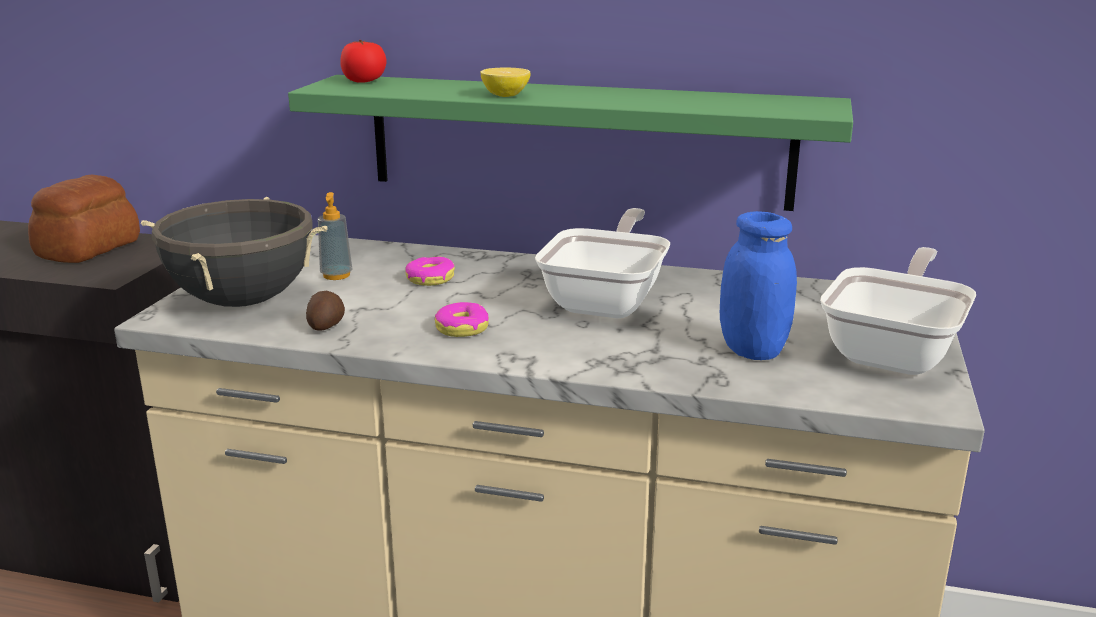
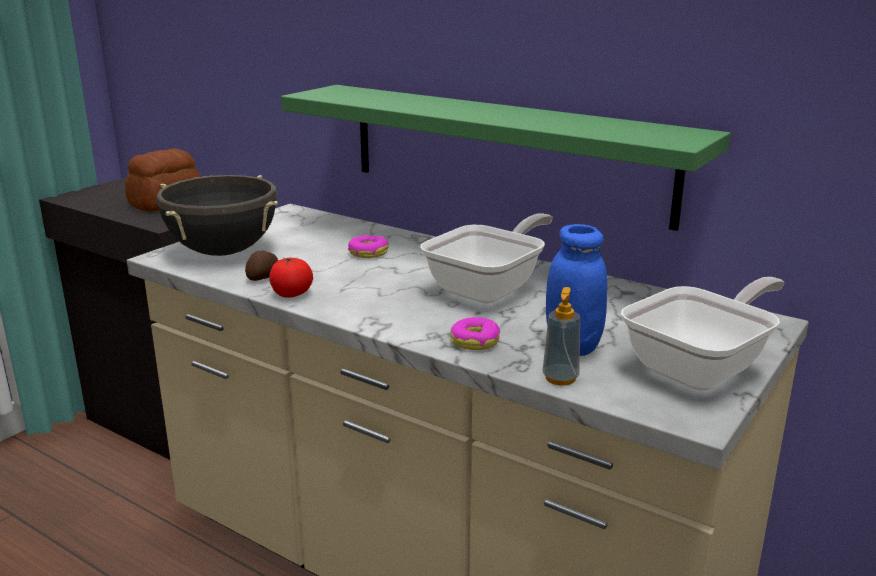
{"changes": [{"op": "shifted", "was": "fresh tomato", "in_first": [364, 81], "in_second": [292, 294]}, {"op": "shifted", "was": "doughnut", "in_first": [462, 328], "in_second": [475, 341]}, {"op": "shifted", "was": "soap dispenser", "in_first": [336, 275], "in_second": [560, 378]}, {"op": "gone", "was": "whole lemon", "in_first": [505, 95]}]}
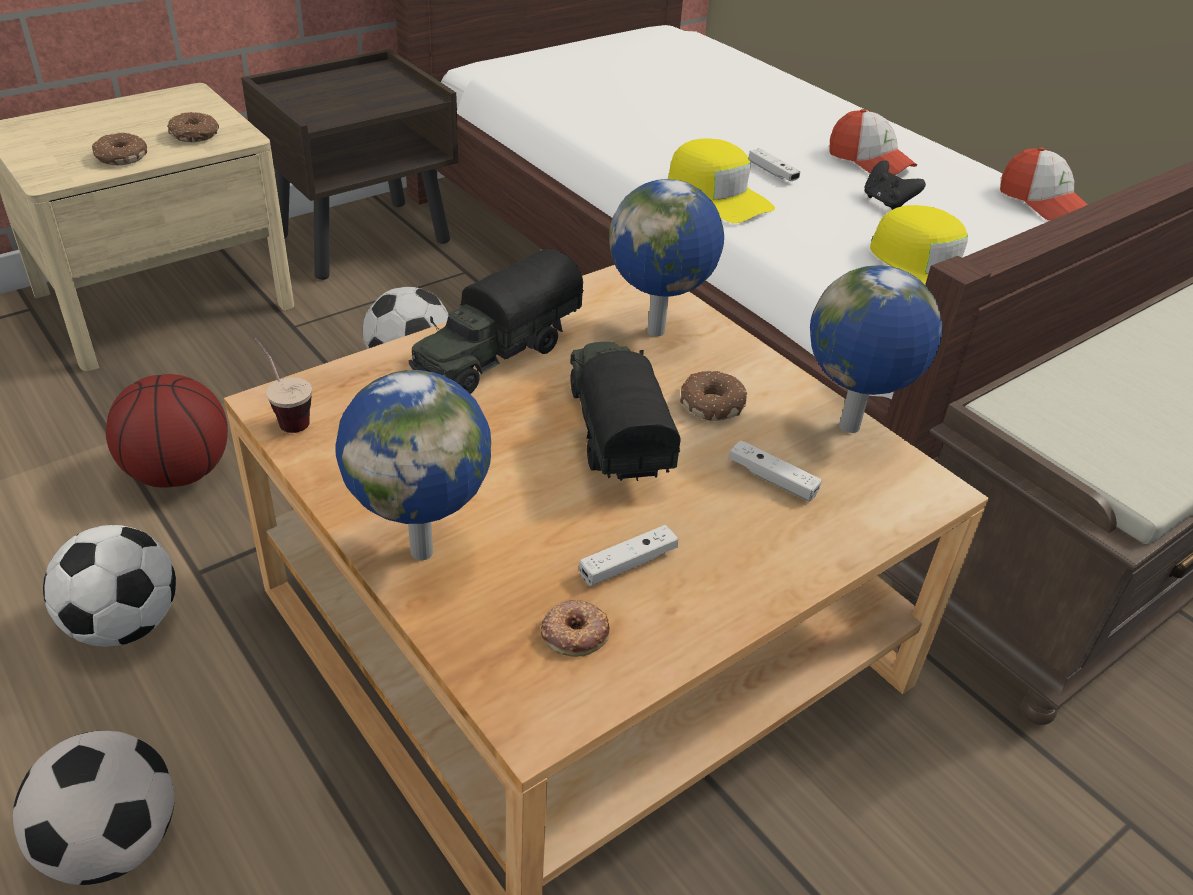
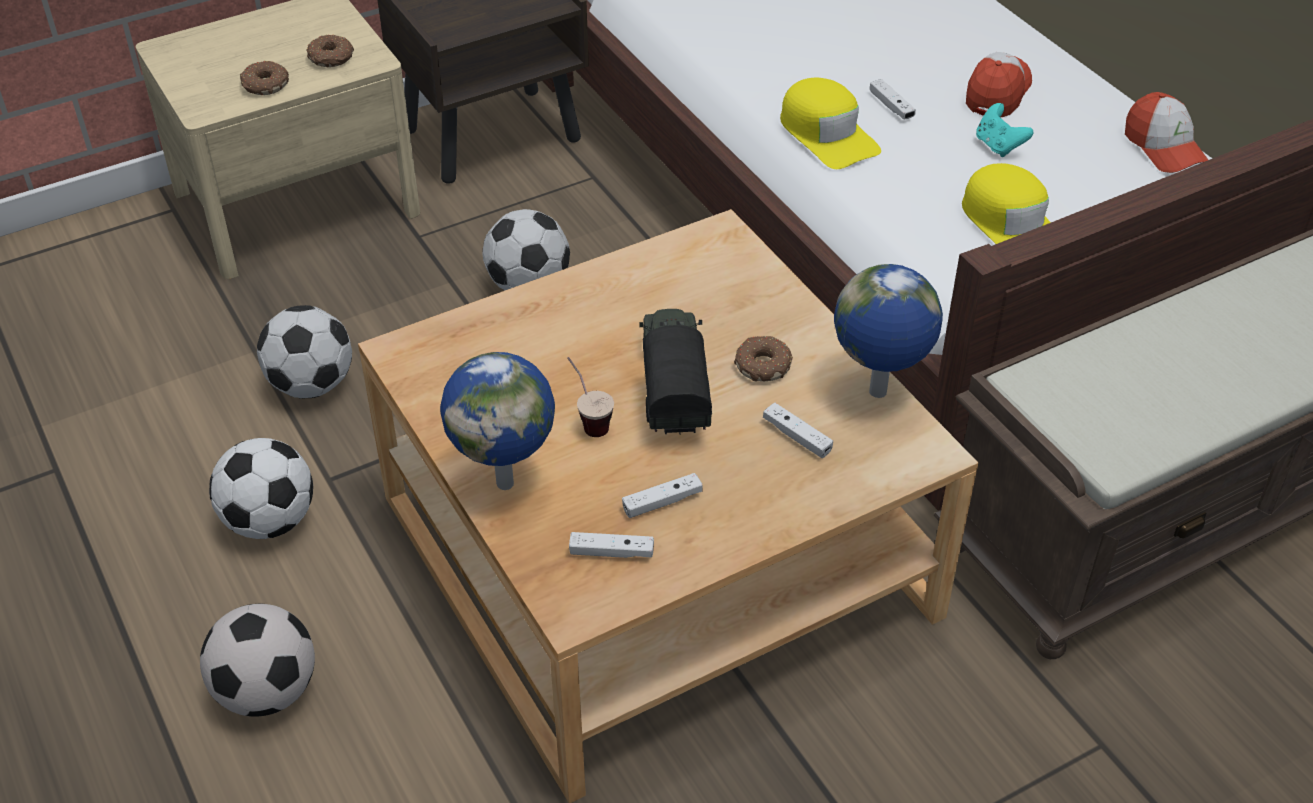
{"changes": [{"op": "swapped", "was": "ball for basketball", "now": "football", "in_first": [178, 472], "in_second": [311, 385]}, {"op": "shifted", "was": "small cup", "in_first": [285, 416], "in_second": [588, 420]}, {"op": "swapped", "was": "doughnut", "now": "gamepad (white)", "in_first": [574, 632], "in_second": [611, 552]}, {"op": "rotated", "was": "baseball cap", "in_first": [869, 161], "in_second": [997, 93], "clockwise": -120}, {"op": "repainted", "was": "gamepad (black-coloured)", "now": "gamepad (turquoise)", "in_first": [887, 202], "in_second": [998, 146]}, {"op": "gone", "was": "toy lorry", "in_first": [495, 356]}, {"op": "gone", "was": "globe", "in_first": [658, 332]}]}
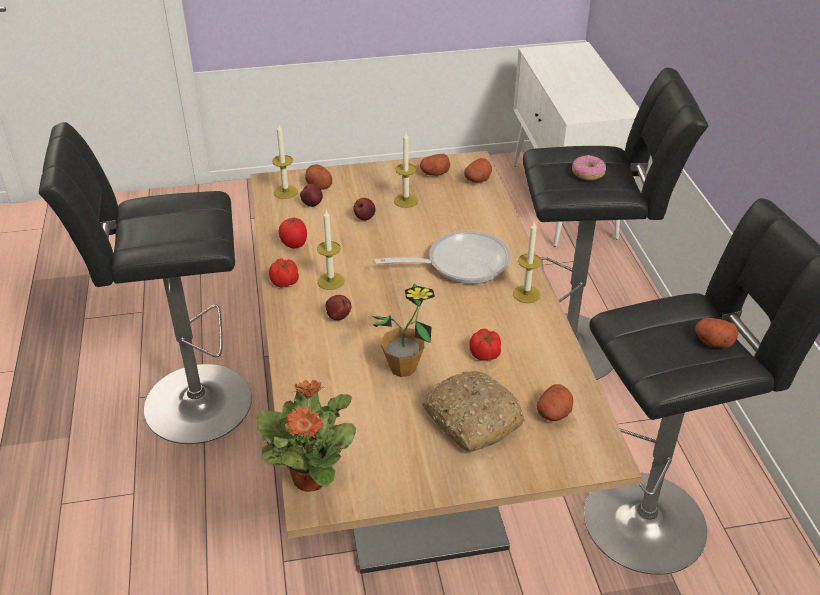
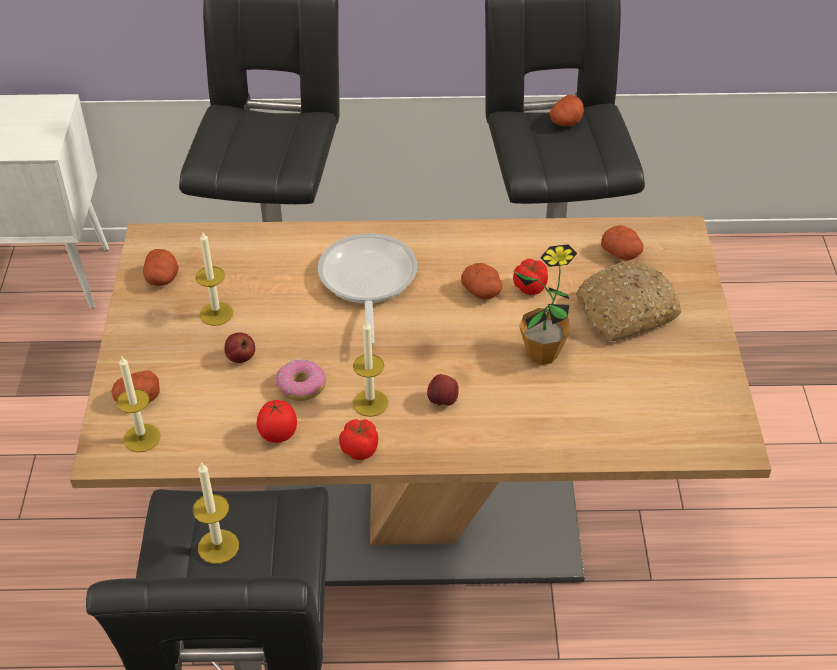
{"changes": [{"op": "shifted", "was": "candle", "in_first": [526, 294], "in_second": [218, 546]}, {"op": "shifted", "was": "doughnut", "in_first": [587, 173], "in_second": [301, 386]}, {"op": "shifted", "was": "potato", "in_first": [477, 179], "in_second": [482, 292]}, {"op": "gone", "was": "plant in a pot", "in_first": [311, 477]}, {"op": "gone", "was": "whole apple", "in_first": [312, 204]}]}
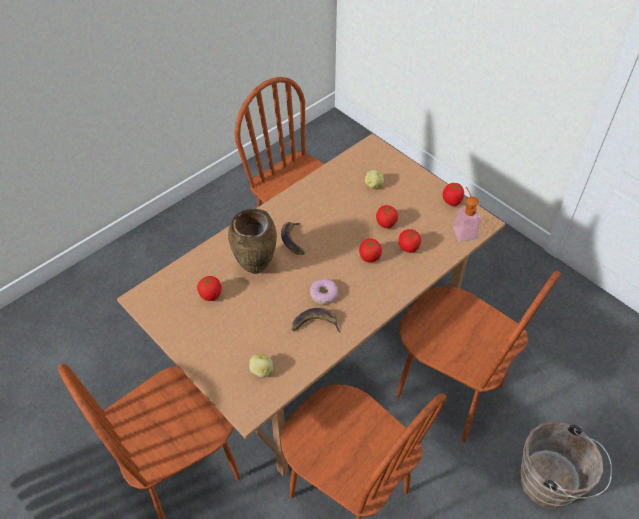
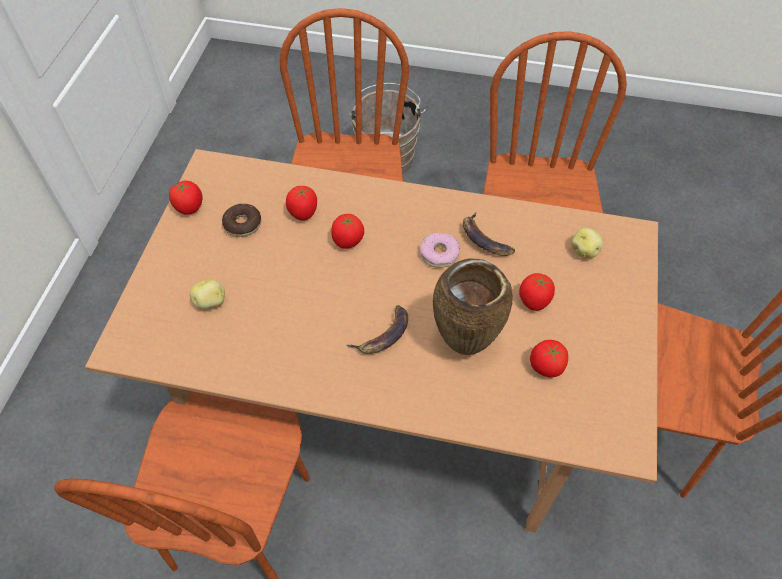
{"changes": [{"op": "new", "now": "doughnut", "in_second": [243, 224]}, {"op": "shifted", "was": "fresh tomato", "in_first": [385, 224], "in_second": [534, 301]}, {"op": "gone", "was": "soap dispenser", "in_first": [463, 230]}]}
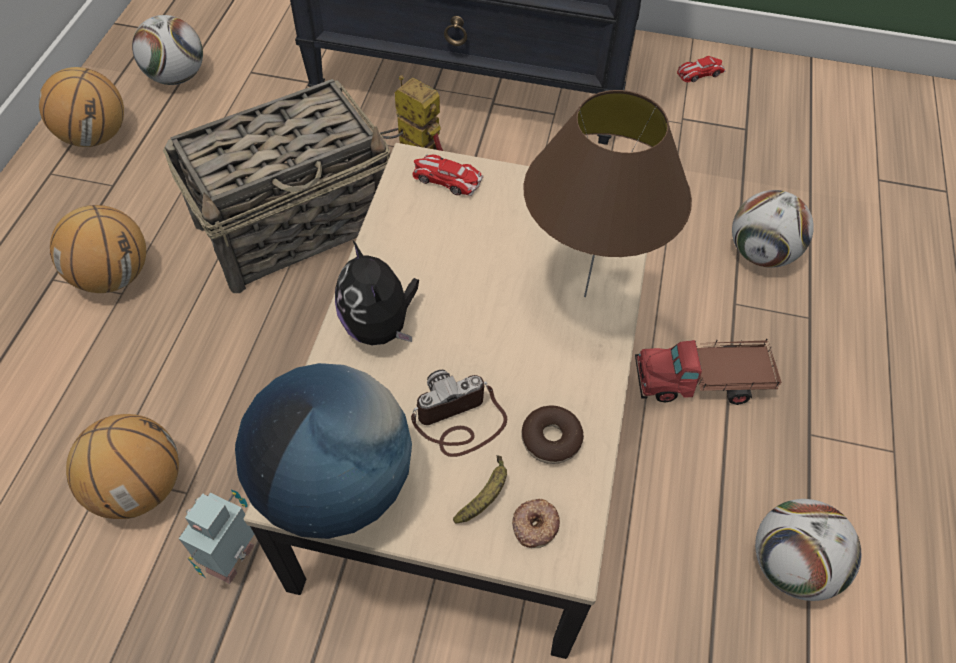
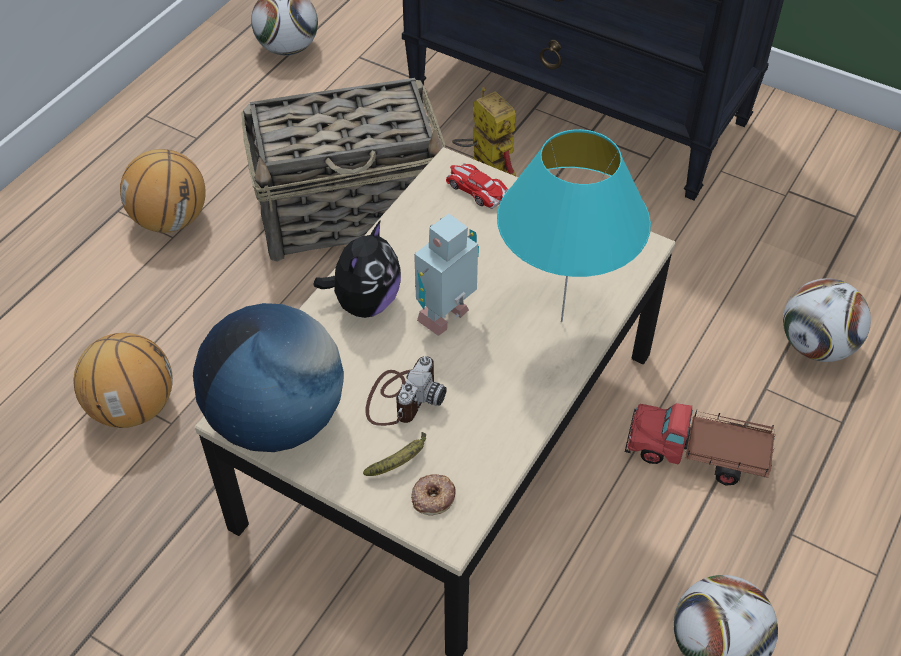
{"changes": [{"op": "rotated", "was": "soft toy", "in_first": [380, 326], "in_second": [365, 302], "clockwise": -150}, {"op": "rotated", "was": "photo camera", "in_first": [459, 421], "in_second": [402, 397], "clockwise": 120}, {"op": "shifted", "was": "robot figure", "in_first": [235, 559], "in_second": [447, 318]}, {"op": "repainted", "was": "tabletop lamp (brown-coloured)", "now": "tabletop lamp (turquoise)", "in_first": [584, 296], "in_second": [561, 321]}, {"op": "gone", "was": "ball for basketball", "in_first": [96, 136]}, {"op": "gone", "was": "doughnut", "in_first": [551, 439]}, {"op": "gone", "was": "toy car", "in_first": [699, 73]}]}
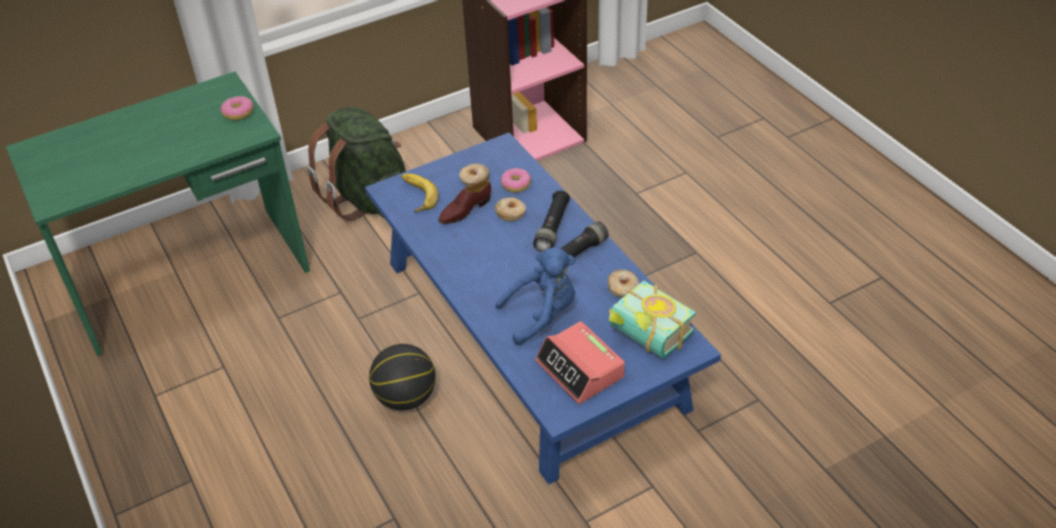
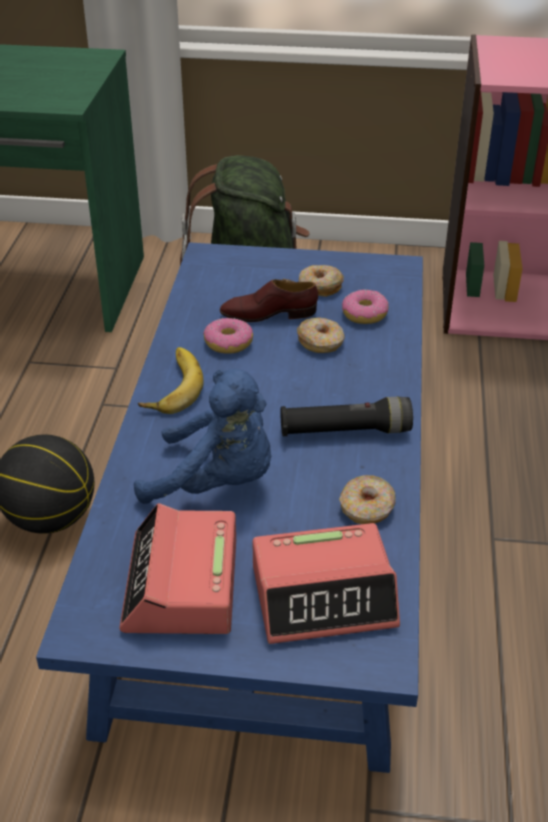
{"changes": [{"op": "shifted", "was": "whole banana", "in_first": [415, 196], "in_second": [170, 386]}, {"op": "shifted", "was": "doughnut", "in_first": [238, 112], "in_second": [229, 343]}, {"op": "swapped", "was": "volume", "now": "alarm clock", "in_first": [645, 337], "in_second": [324, 596]}, {"op": "gone", "was": "flashlight (black-coloured)", "in_first": [552, 228]}]}
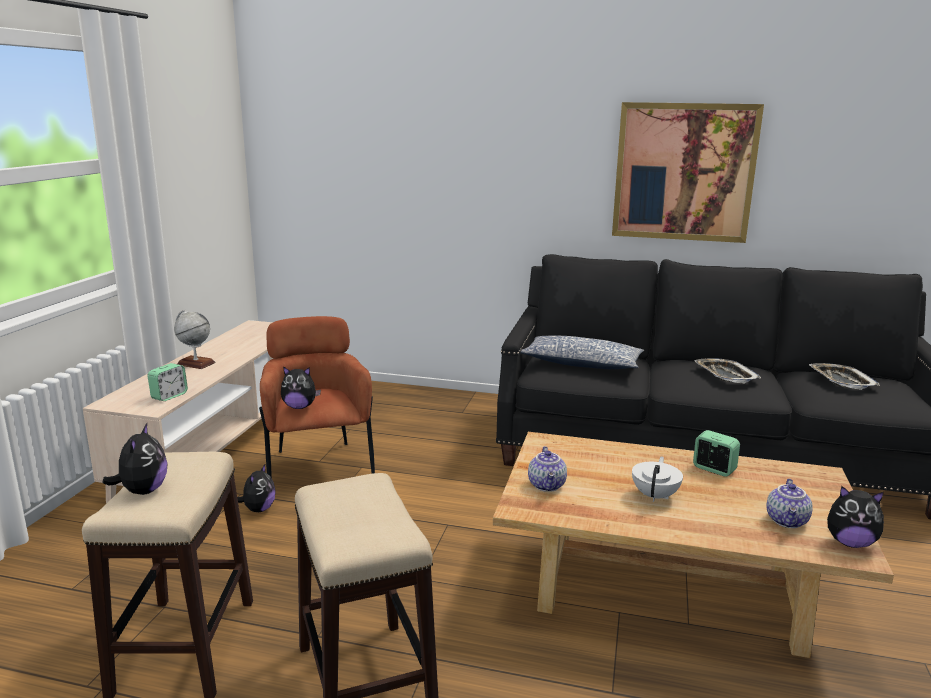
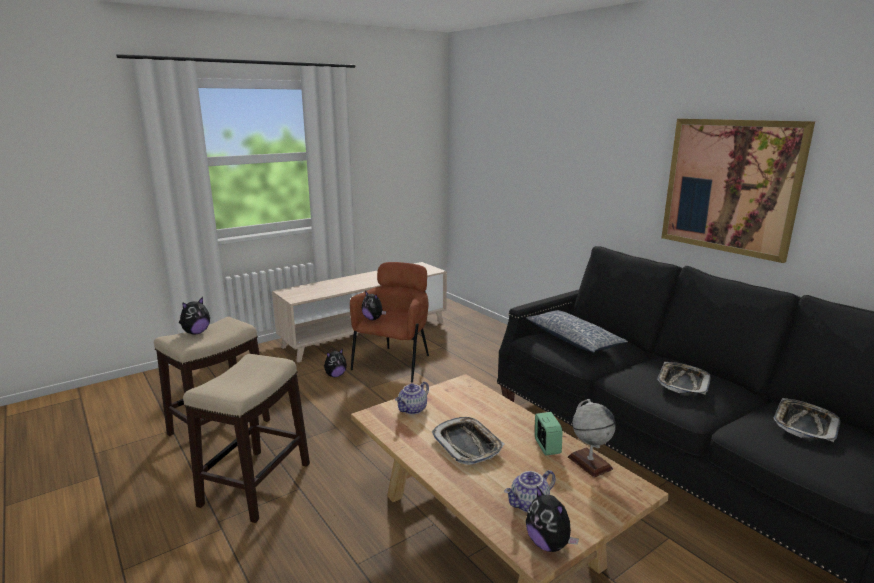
{"changes": [{"op": "swapped", "was": "pot for tea (white)", "now": "tray", "in_first": [655, 496], "in_second": [467, 444]}, {"op": "shifted", "was": "globe", "in_first": [196, 363], "in_second": [589, 463]}, {"op": "gone", "was": "alarm clock", "in_first": [169, 396]}]}
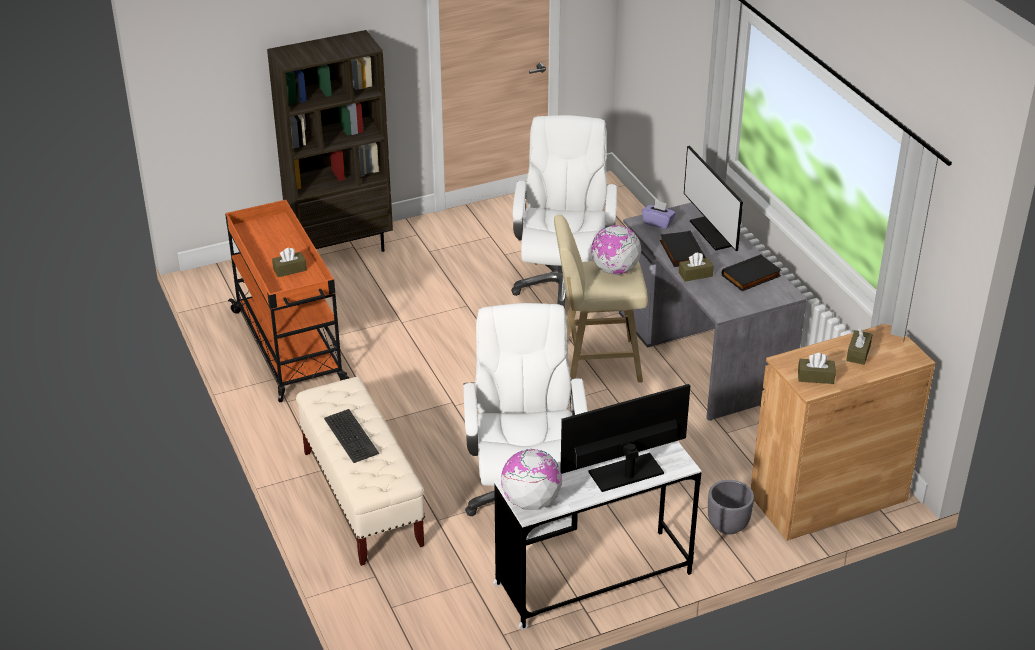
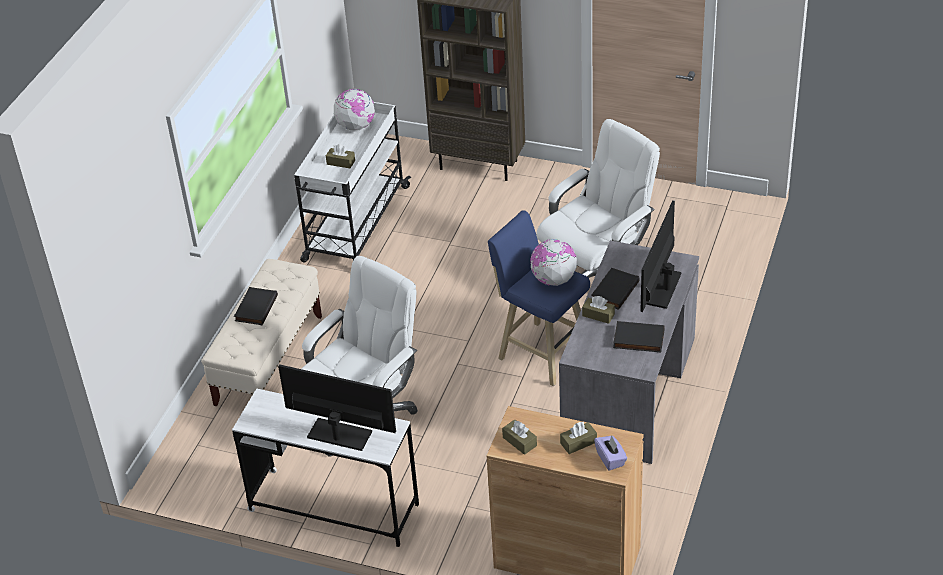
{"changes": [{"op": "swapped", "was": "keyboard", "now": "volume (black-coloured)", "in_first": [350, 436], "in_second": [255, 308]}, {"op": "repainted", "was": "wheeled cart (orange)", "now": "wheeled cart (white)", "in_first": [290, 348], "in_second": [355, 225]}, {"op": "shifted", "was": "globe", "in_first": [531, 501], "in_second": [356, 126]}, {"op": "repainted", "was": "sitting stool (sand-coloured)", "now": "sitting stool (blue)", "in_first": [596, 362], "in_second": [541, 352]}, {"op": "shifted", "was": "box of tissues (purple)", "in_first": [658, 223], "in_second": [610, 459]}, {"op": "gone", "was": "planter (gray)", "in_first": [727, 526]}]}
